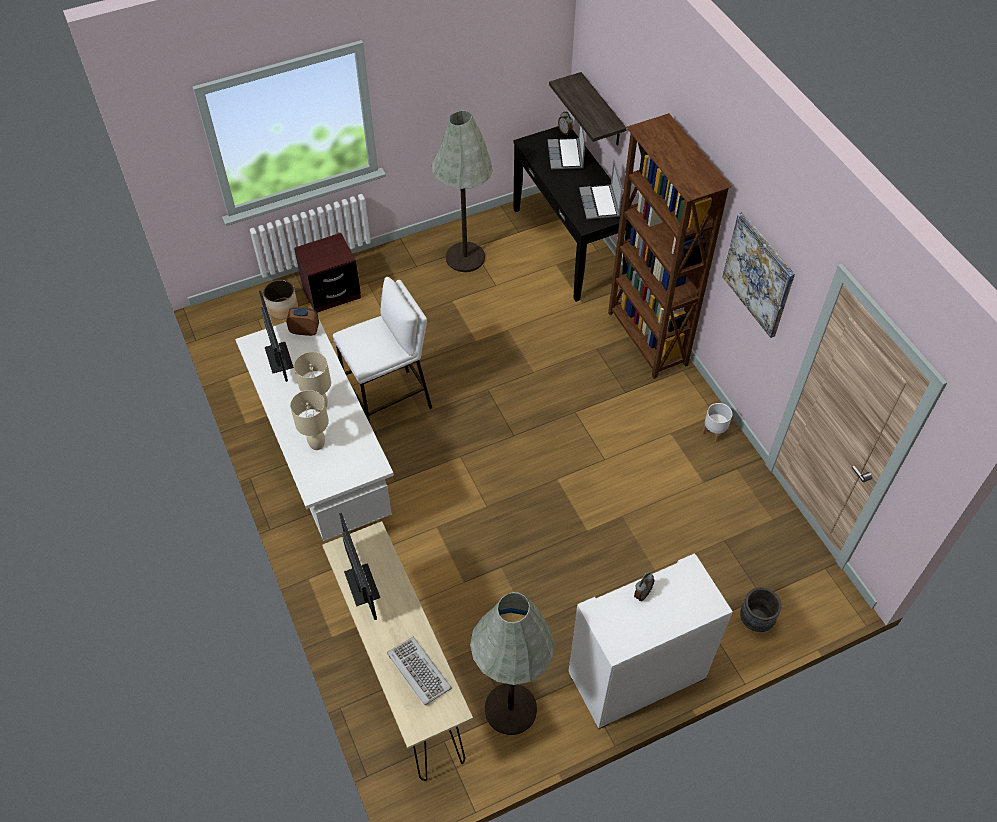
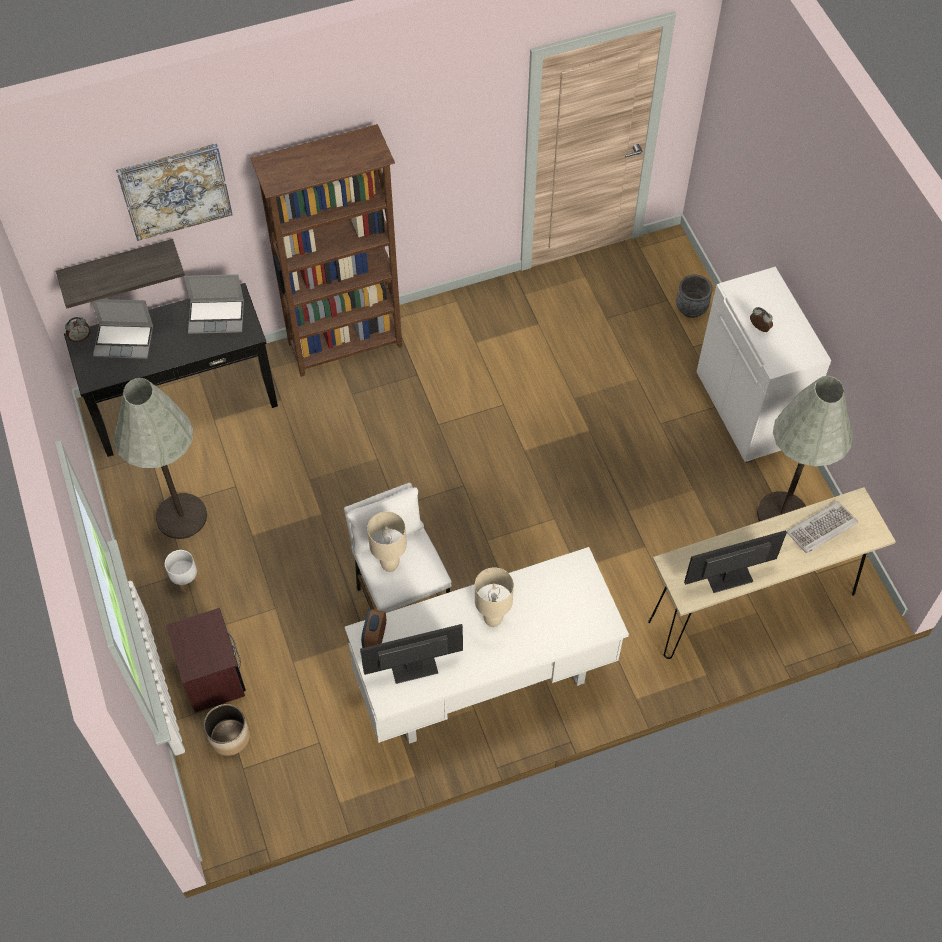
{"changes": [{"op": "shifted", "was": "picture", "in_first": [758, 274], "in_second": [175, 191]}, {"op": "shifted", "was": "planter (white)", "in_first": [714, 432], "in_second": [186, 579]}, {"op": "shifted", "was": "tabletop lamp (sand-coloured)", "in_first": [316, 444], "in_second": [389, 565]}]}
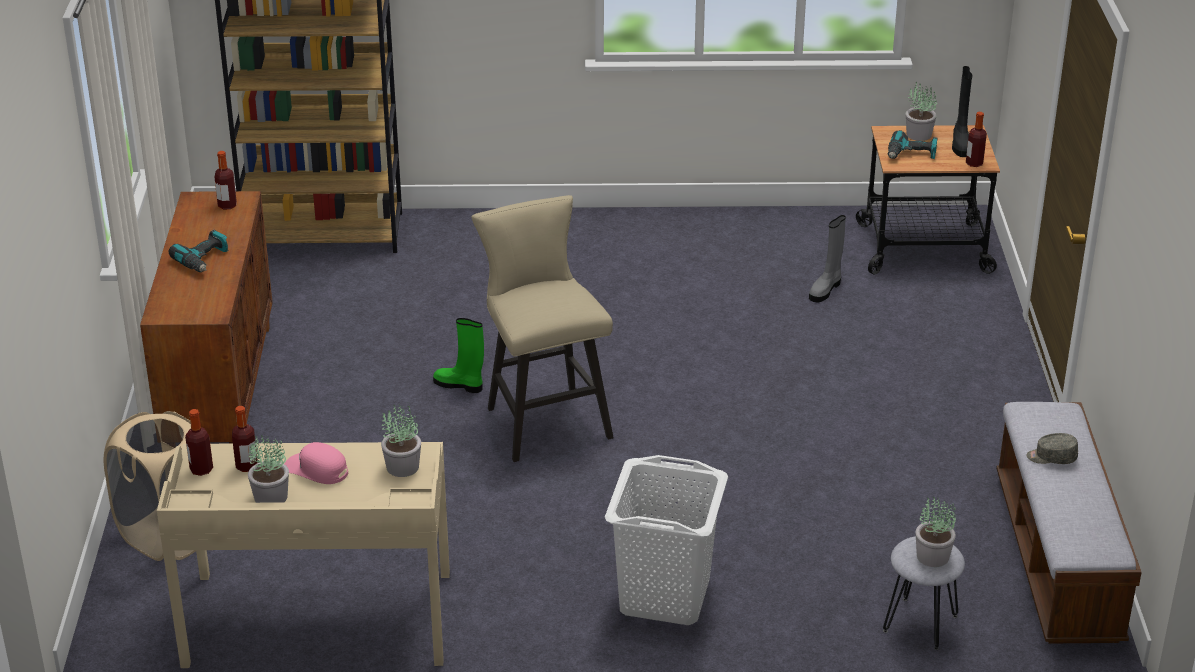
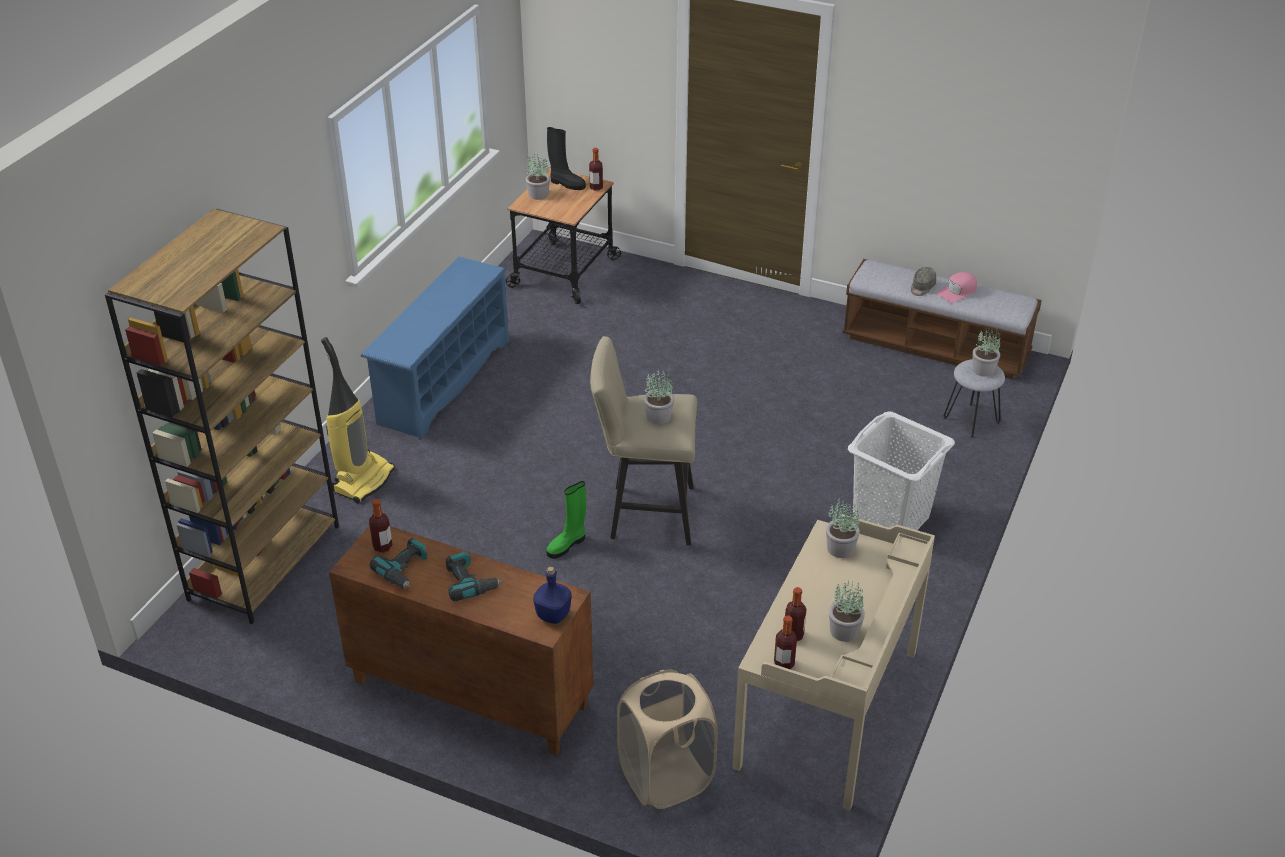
{"changes": [{"op": "new", "now": "vacuum", "in_second": [363, 480]}, {"op": "new", "now": "shoe rack (blue)", "in_second": [443, 381]}, {"op": "shifted", "was": "power drill", "in_first": [911, 155], "in_second": [405, 570]}, {"op": "new", "now": "drink bottle (blue)", "in_second": [553, 614]}, {"op": "new", "now": "plant in a pot", "in_second": [658, 416]}, {"op": "shifted", "was": "baseball cap (pink)", "in_first": [316, 469], "in_second": [957, 292]}, {"op": "gone", "was": "high-top boot (gray)", "in_first": [825, 289]}]}
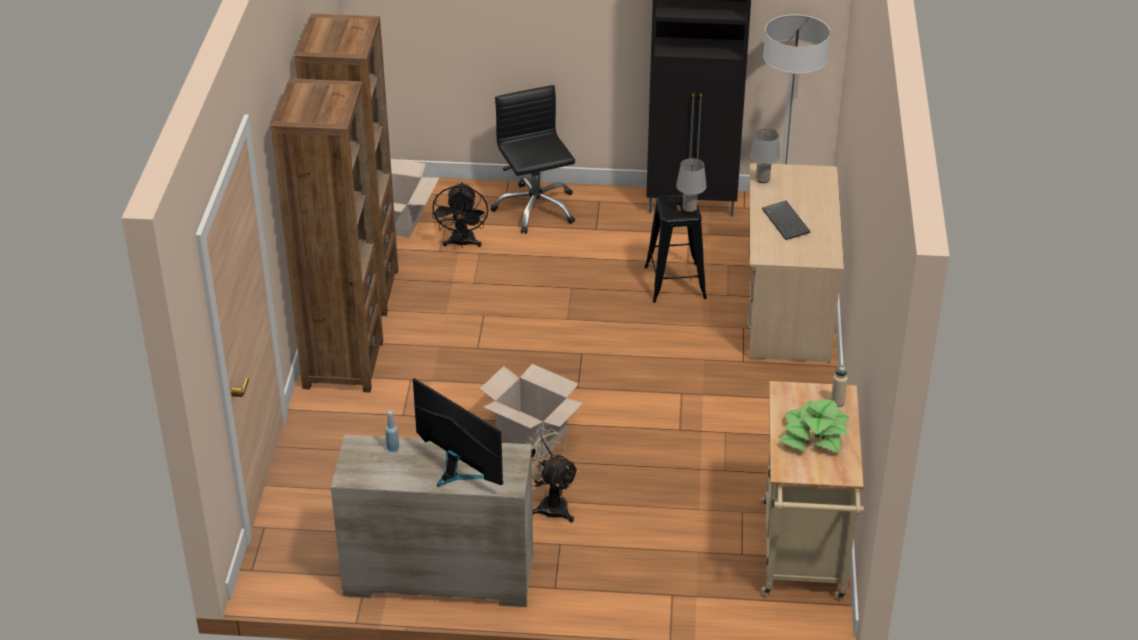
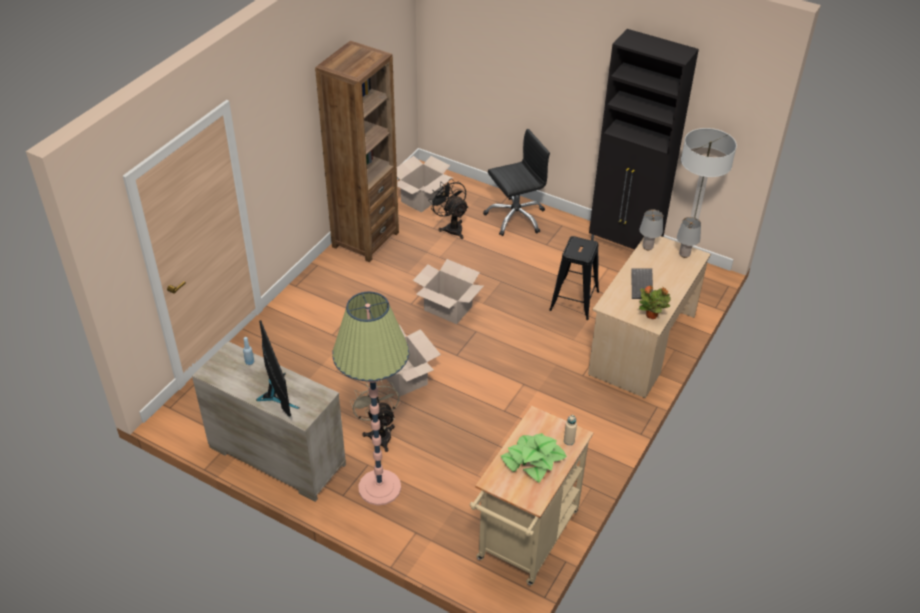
{"changes": [{"op": "new", "now": "standing lamp", "in_second": [379, 487]}, {"op": "new", "now": "packing box", "in_second": [448, 308]}, {"op": "rotated", "was": "fan (black-coloured)", "in_first": [462, 243], "in_second": [451, 227], "clockwise": 120}, {"op": "rotated", "was": "office chair (black-coloured)", "in_first": [535, 209], "in_second": [515, 217], "clockwise": 60}, {"op": "new", "now": "plant in a pot", "in_second": [652, 315]}, {"op": "shifted", "was": "tabletop lamp (gray)", "in_first": [689, 209], "in_second": [684, 254]}, {"op": "gone", "was": "shelving unit (brown-coloured)", "in_first": [343, 364]}]}
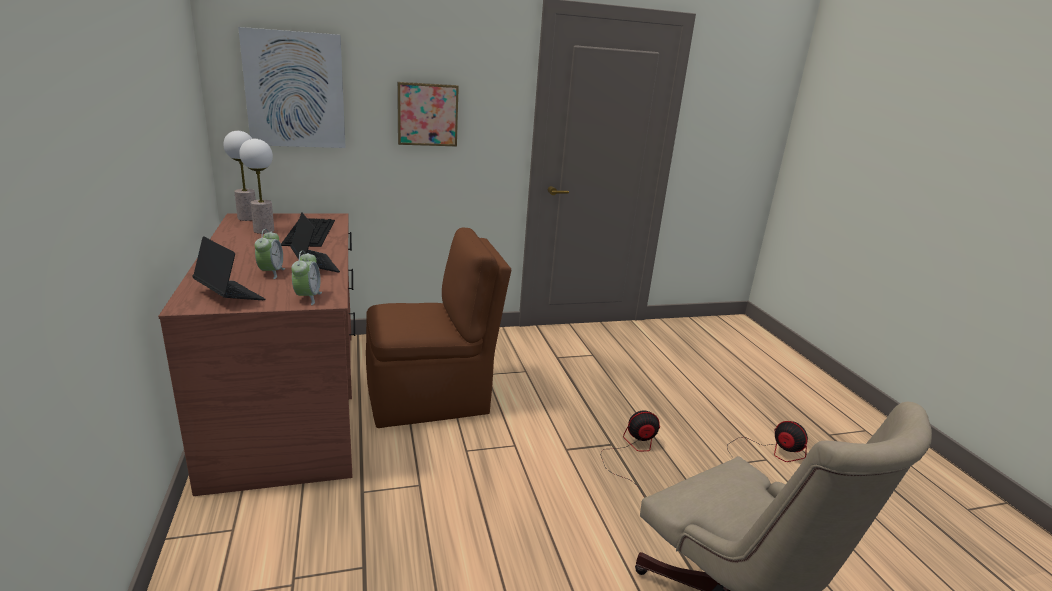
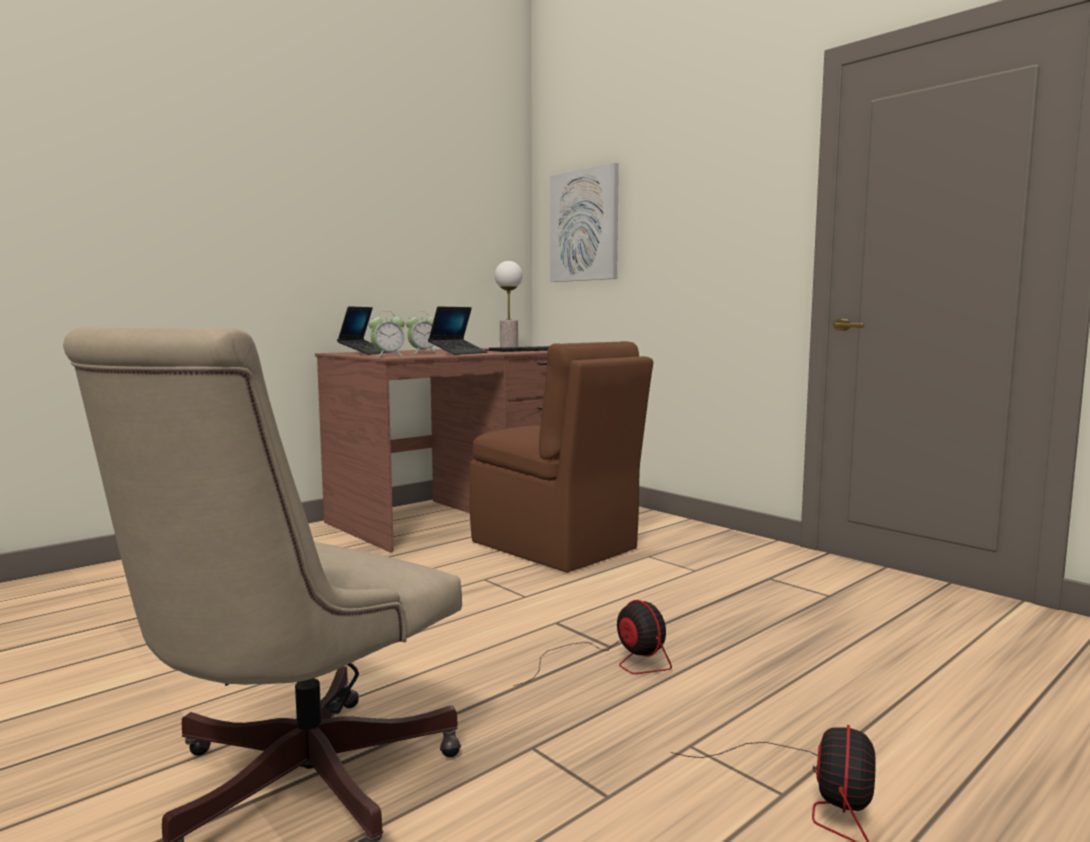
{"changes": [{"op": "gone", "was": "tabletop lamp", "in_first": [247, 218]}, {"op": "gone", "was": "picture", "in_first": [427, 114]}]}
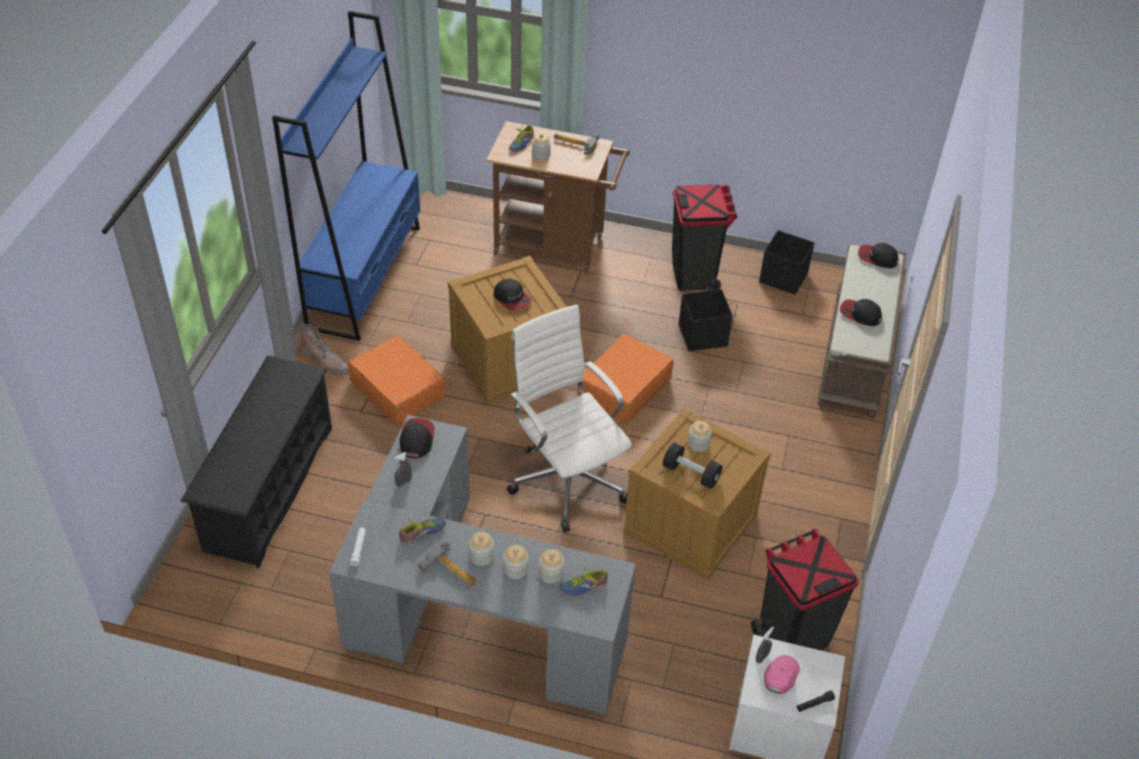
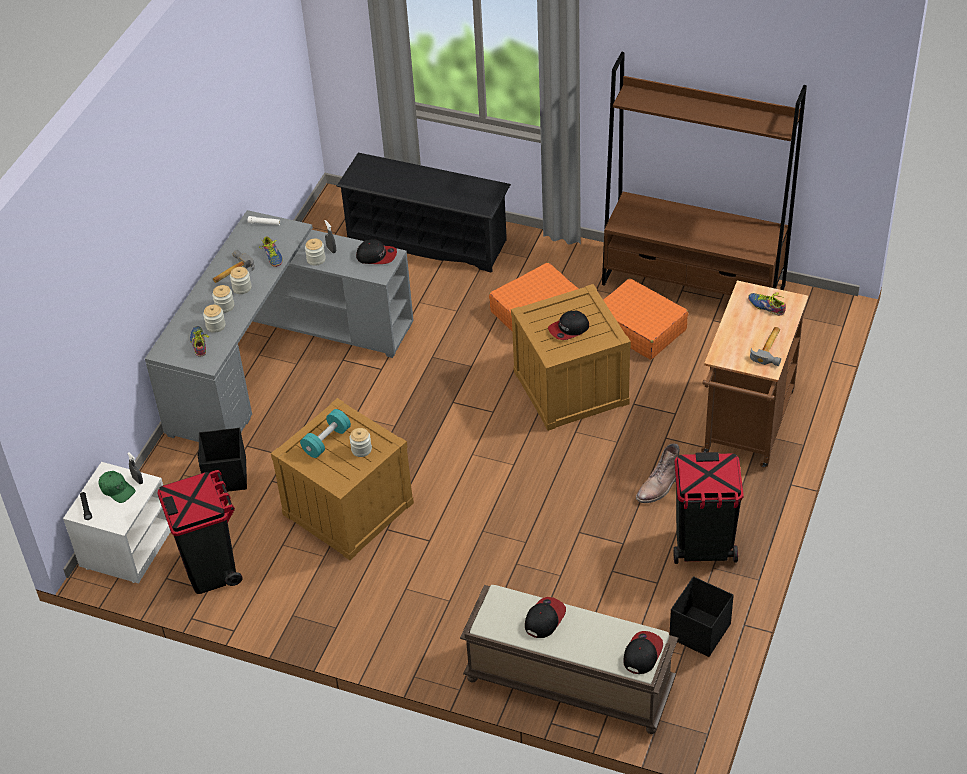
{"changes": [{"op": "repainted", "was": "baseball cap (pink)", "now": "baseball cap (greenish)", "in_first": [780, 676], "in_second": [117, 489]}, {"op": "shifted", "was": "storage box (black-coloured)", "in_first": [703, 336], "in_second": [225, 476]}, {"op": "repainted", "was": "hand weight (black-coloured)", "now": "hand weight (turquoise)", "in_first": [691, 473], "in_second": [326, 441]}, {"op": "shifted", "was": "preserve jar", "in_first": [541, 155], "in_second": [316, 259]}, {"op": "repainted", "was": "shelving unit (blue)", "now": "shelving unit (brown-coloured)", "in_first": [365, 276], "in_second": [693, 285]}, {"op": "shifted", "was": "piece of luggage (orange)", "in_first": [624, 388], "in_second": [639, 328]}, {"op": "shifted", "was": "high-top boot (brown-coloured)", "in_first": [326, 360], "in_second": [660, 486]}, {"op": "gone", "was": "office chair (white)", "in_first": [567, 478]}]}
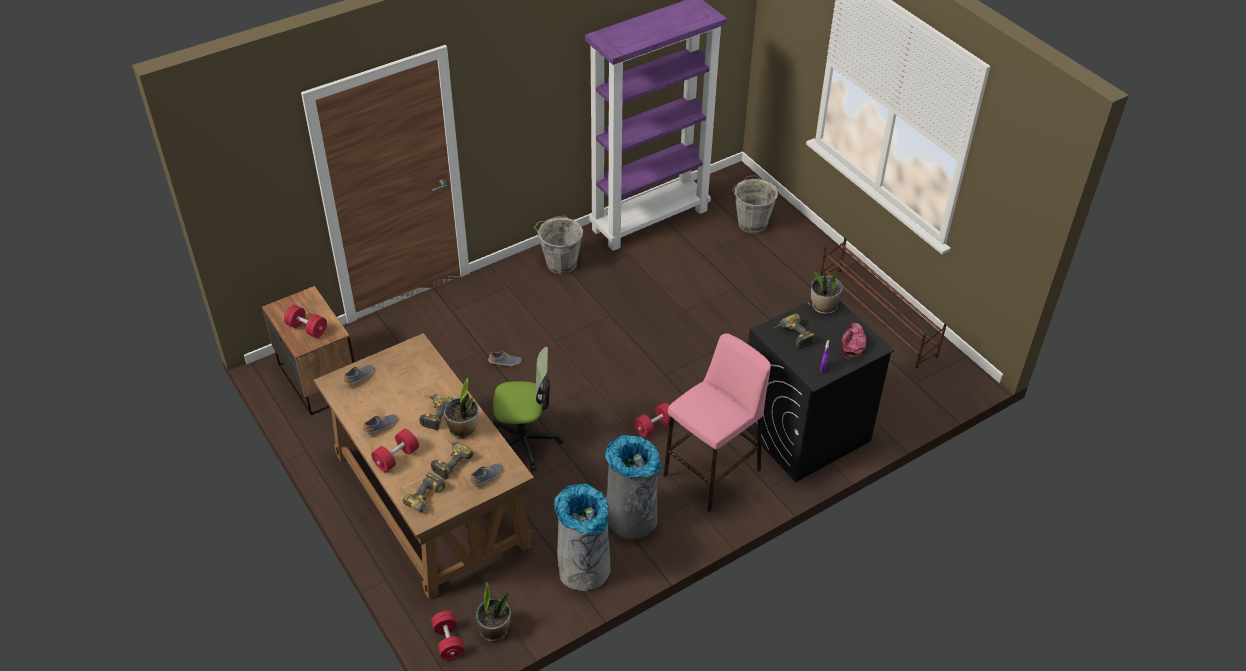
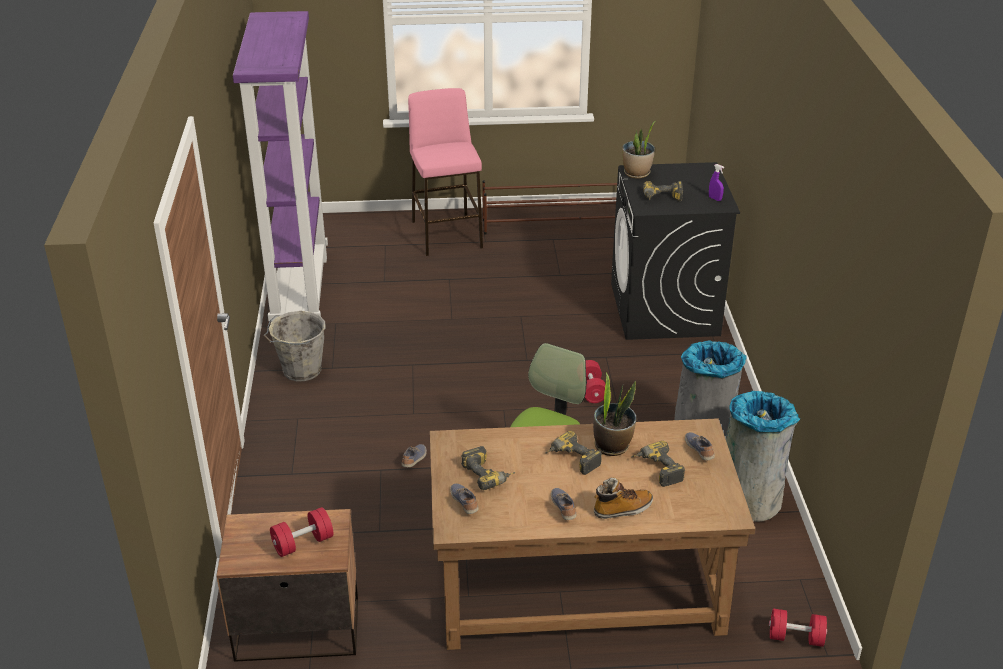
{"changes": [{"op": "shifted", "was": "sitting stool (pink)", "in_first": [713, 472], "in_second": [446, 234]}, {"op": "shifted", "was": "power drill", "in_first": [428, 500], "in_second": [489, 475]}, {"op": "swapped", "was": "hand weight (red-coloured)", "now": "high-top boot", "in_first": [396, 457], "in_second": [622, 509]}, {"op": "gone", "was": "plant in a pot", "in_first": [494, 630]}, {"op": "gone", "was": "water bucket (gray)", "in_first": [752, 223]}, {"op": "gone", "was": "baseball cap", "in_first": [852, 343]}]}
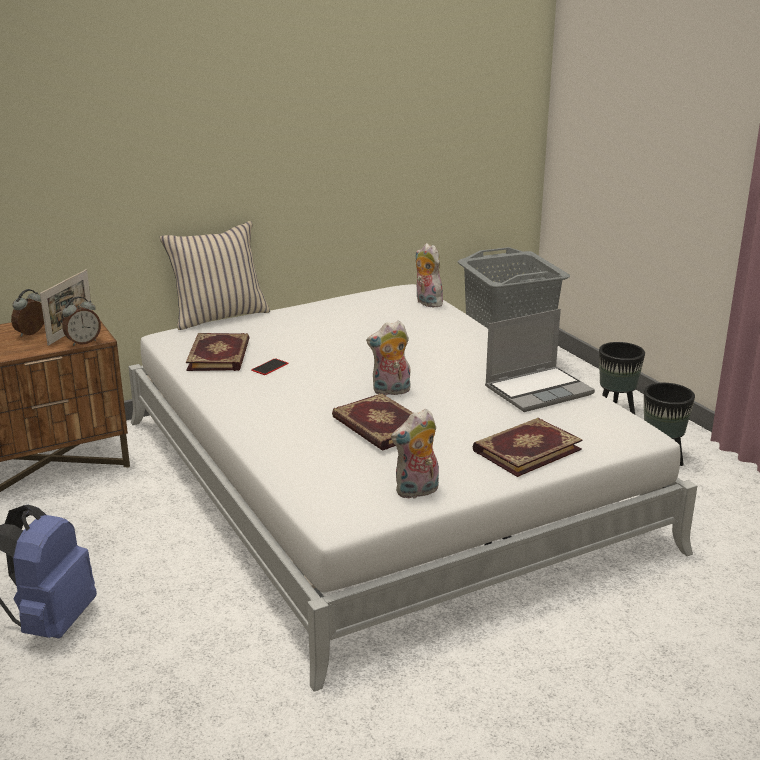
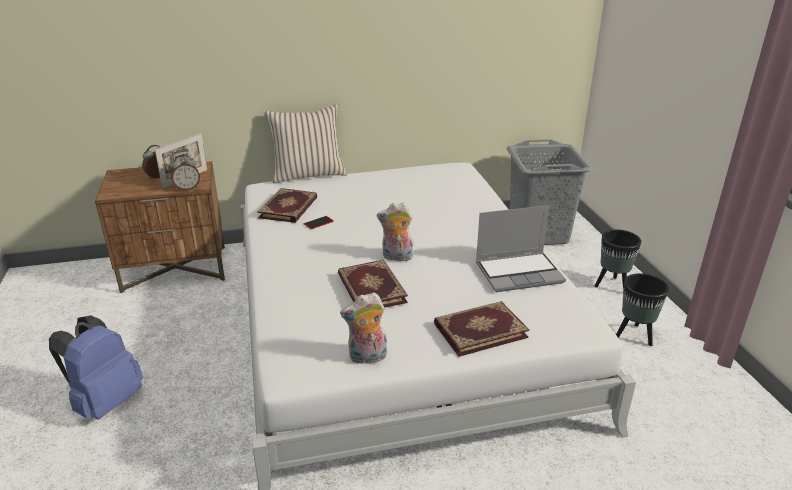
{"changes": [{"op": "gone", "was": "soft toy", "in_first": [426, 303]}]}
